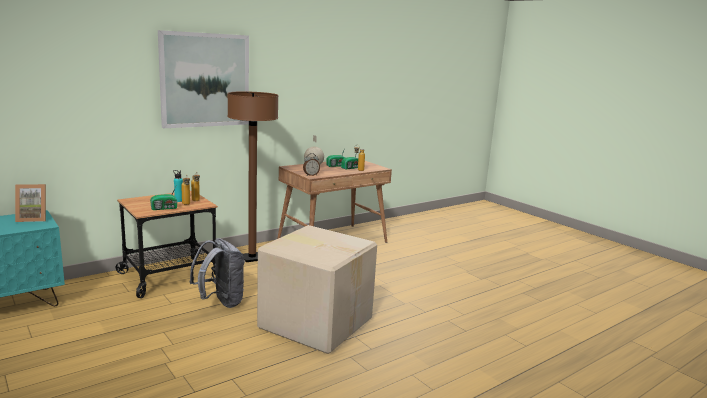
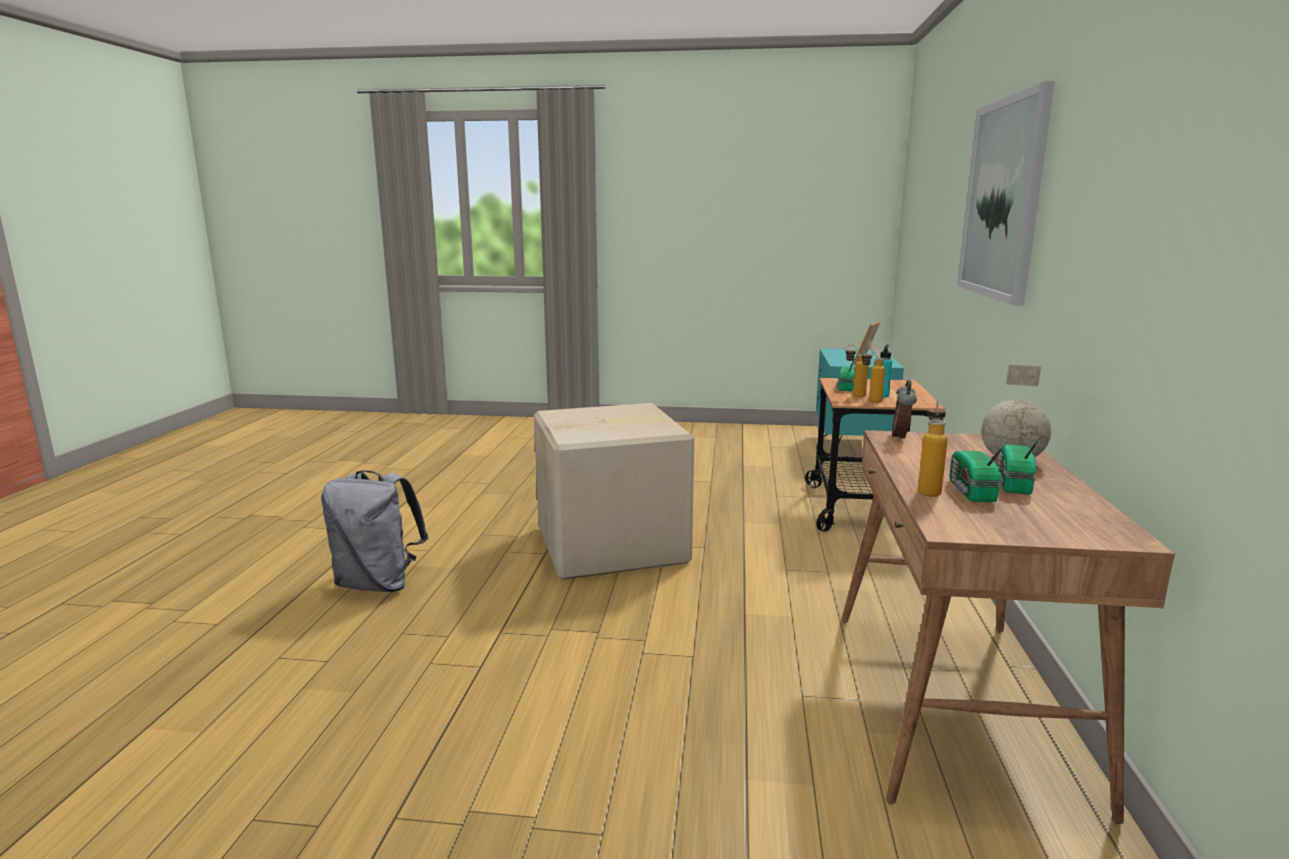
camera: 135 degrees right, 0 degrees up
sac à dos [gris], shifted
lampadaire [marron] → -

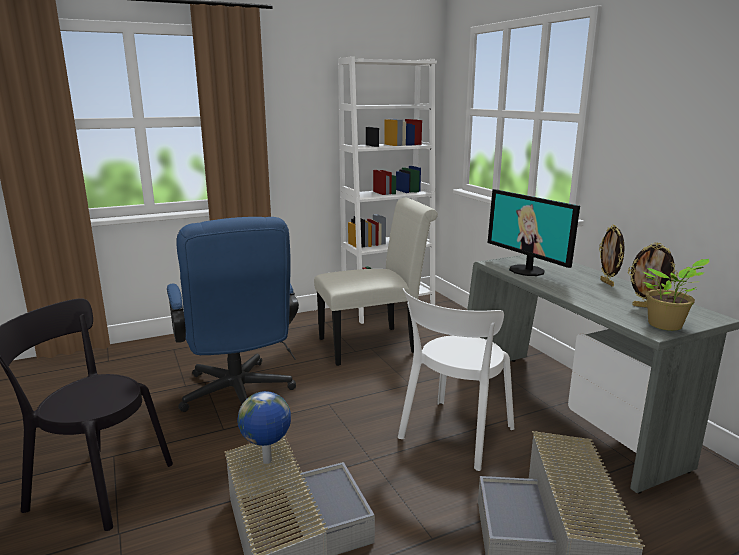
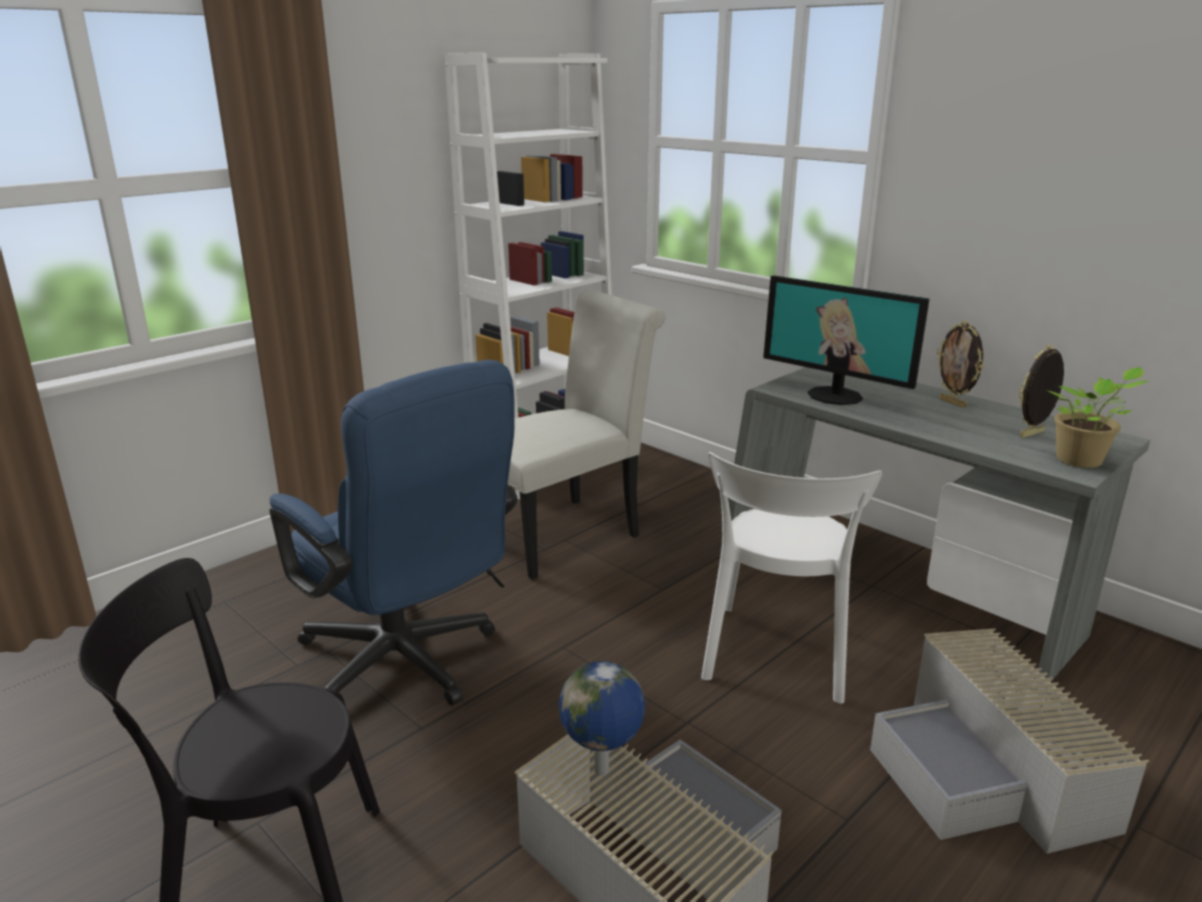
camera: 20 degrees left, 5 degrees up
cadre photo (no. 2 from left), 150 degrees clockwise

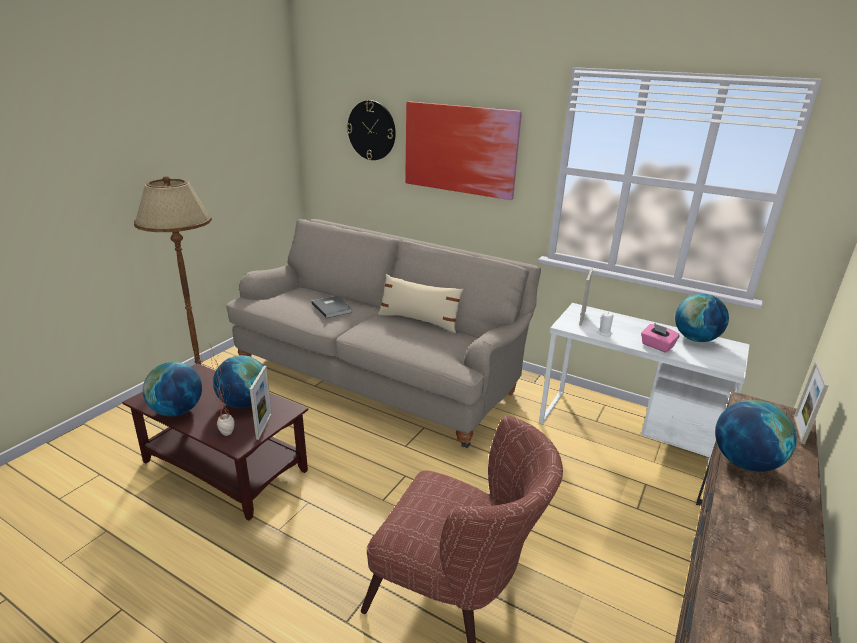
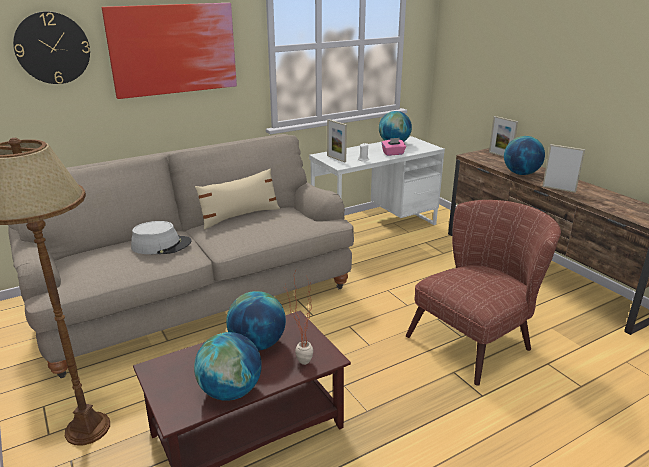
camera: 60 degrees left, 0 degrees up
livre [gris] → chapeau [gris]
cadre photo (no. 1 from left in the first image) → cadre photo (no. 3 from left), shifted

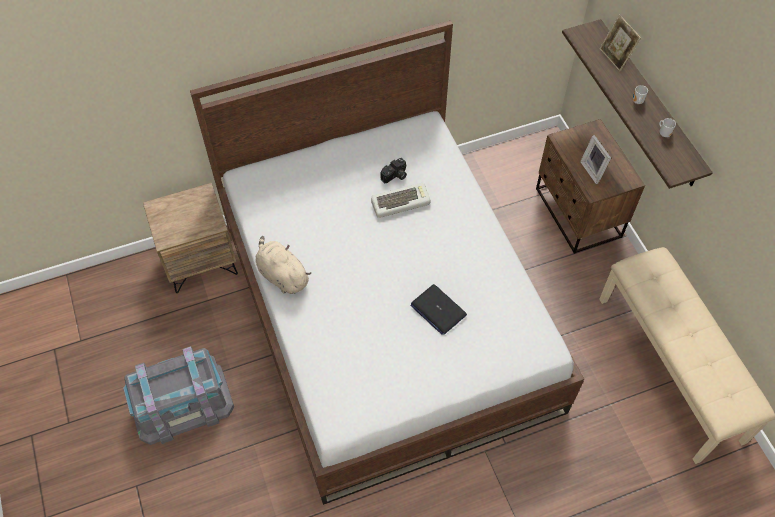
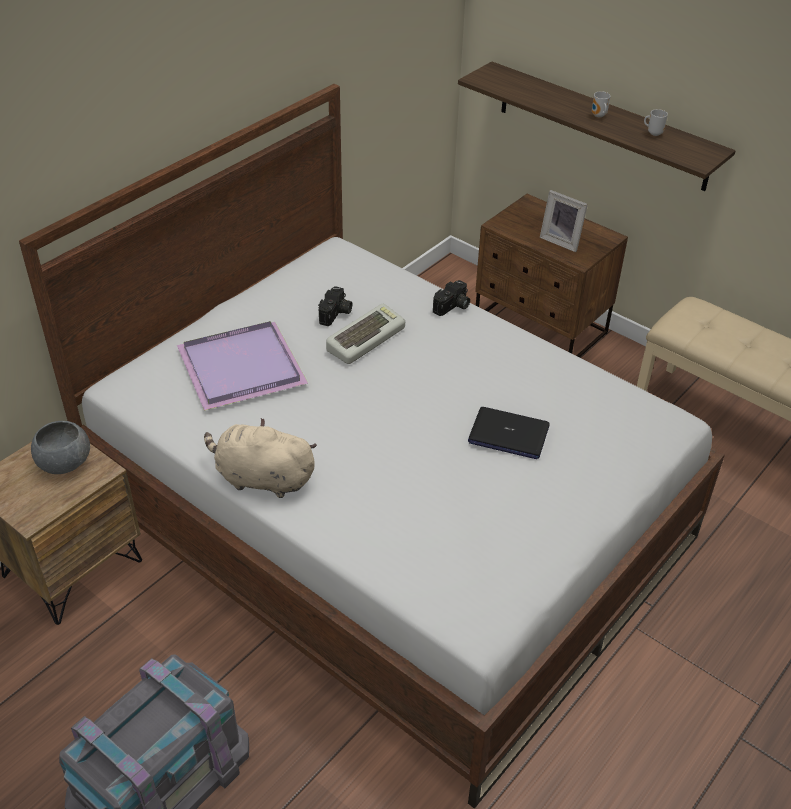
camera: 30 degrees left, 15 degrees down
- → bol [gris]
- → plateau [violet]
- → appareil photo (no. 2 from left)
cadre photo (no. 2 from left) → -

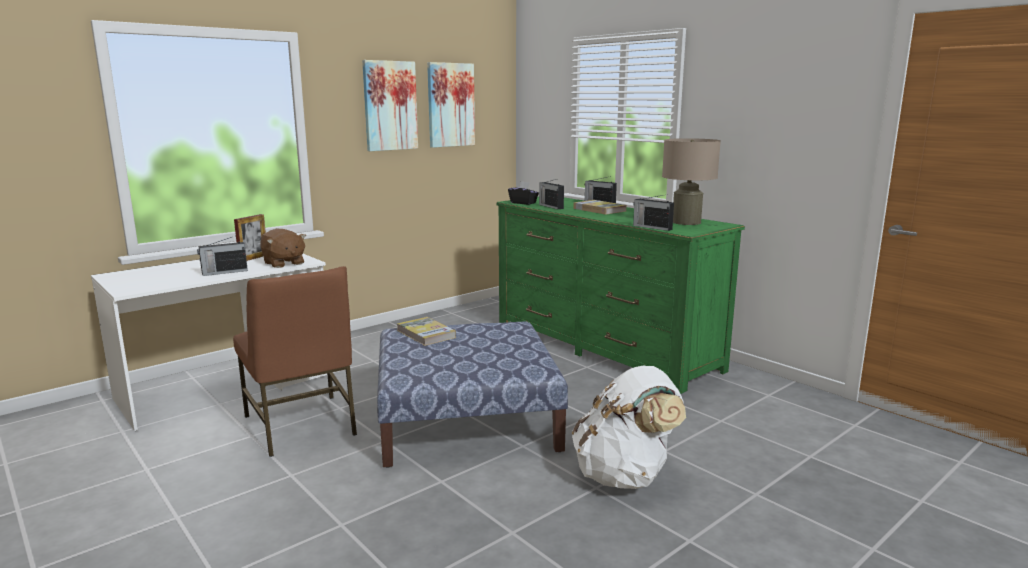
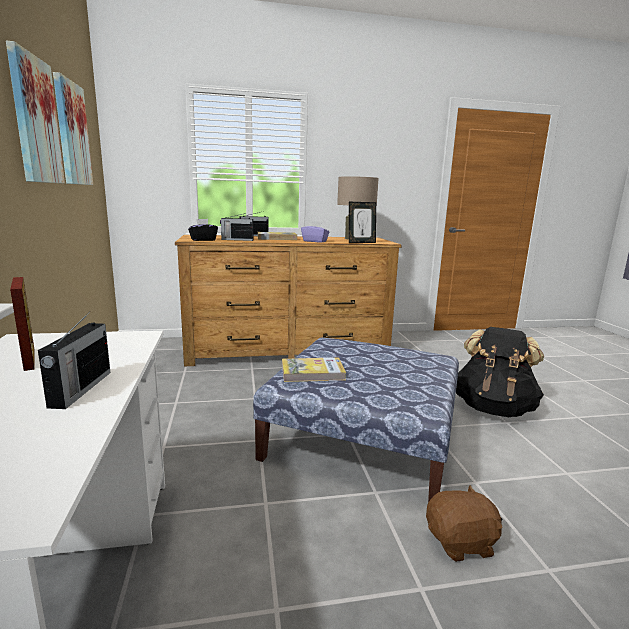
camera: 60 degrees left, 0 degrees up
commode [vert] → commode [marron]
- → boîte à mouchoirs [violet]
radio (no. 4 from left) → cadre photo (no. 2 from left)
peluche [marron], shifted
sac à dos [blanc] → sac à dos [noir]
chaise [marron] → -

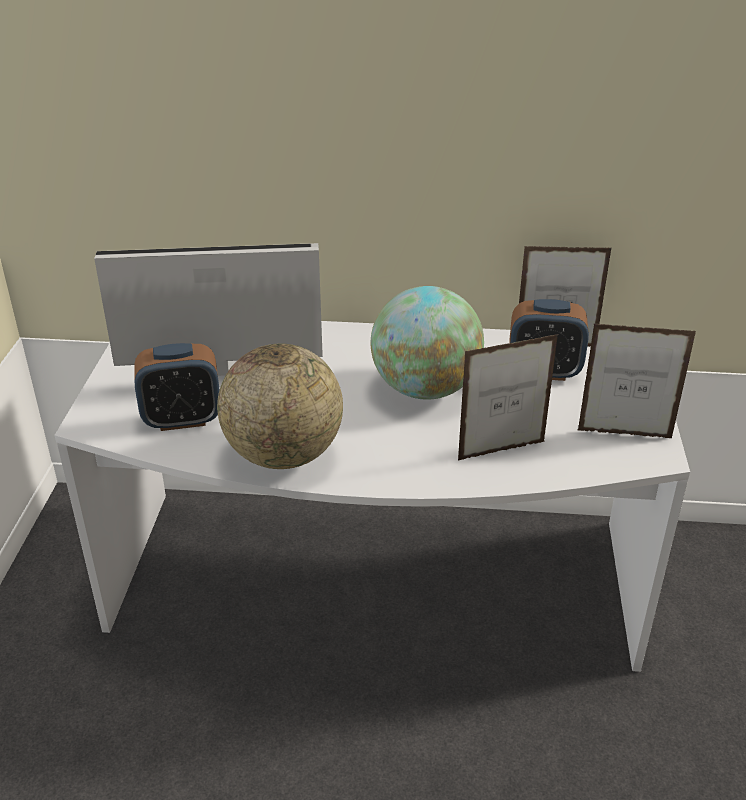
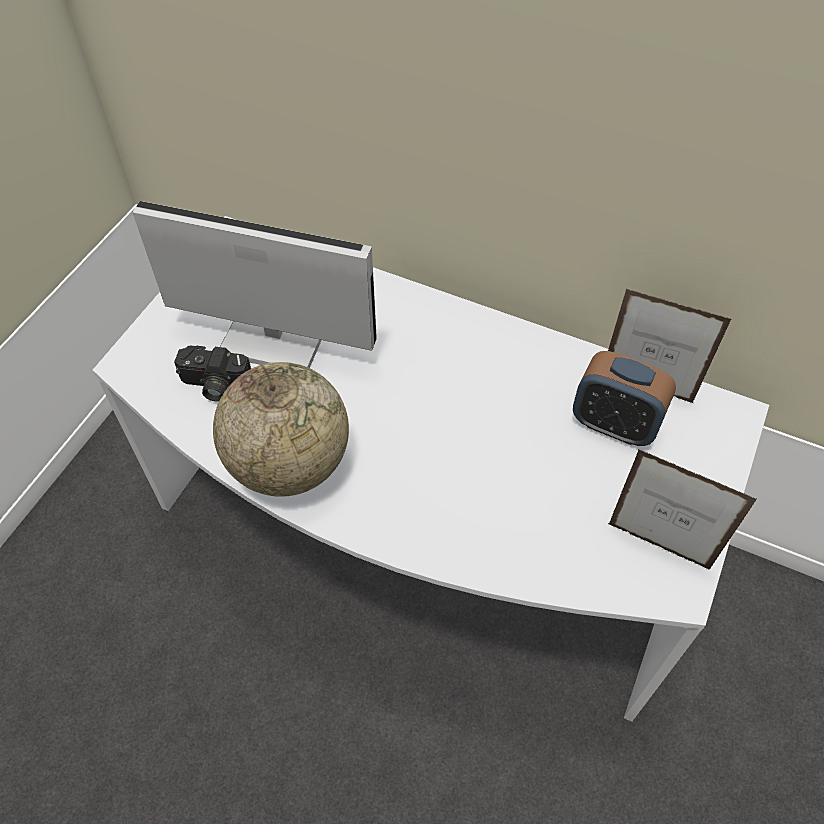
camera: 20 degrees right, 20 degrees up
réveil (no. 1 from left) → appareil photo
globe (no. 2 from left) → -
cadre photo (no. 1 from left) → -

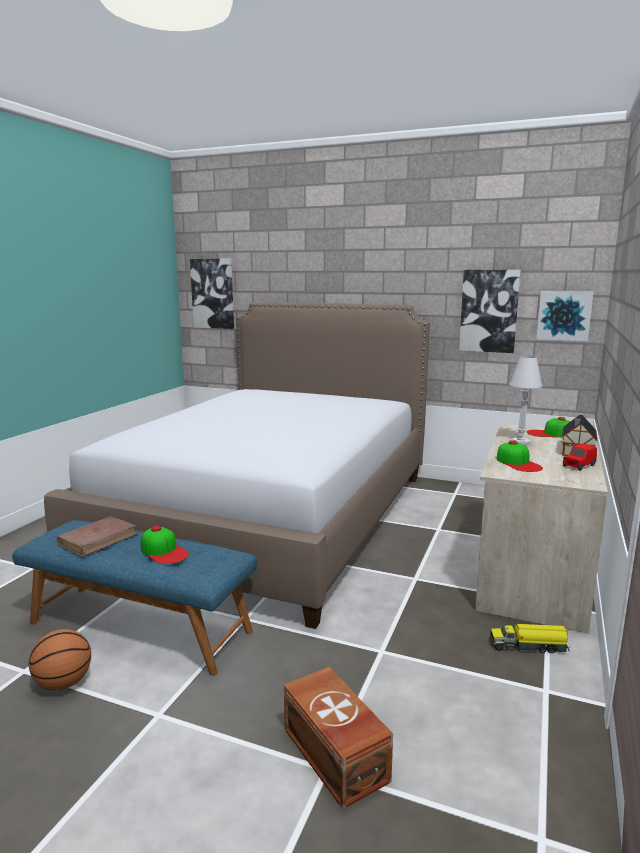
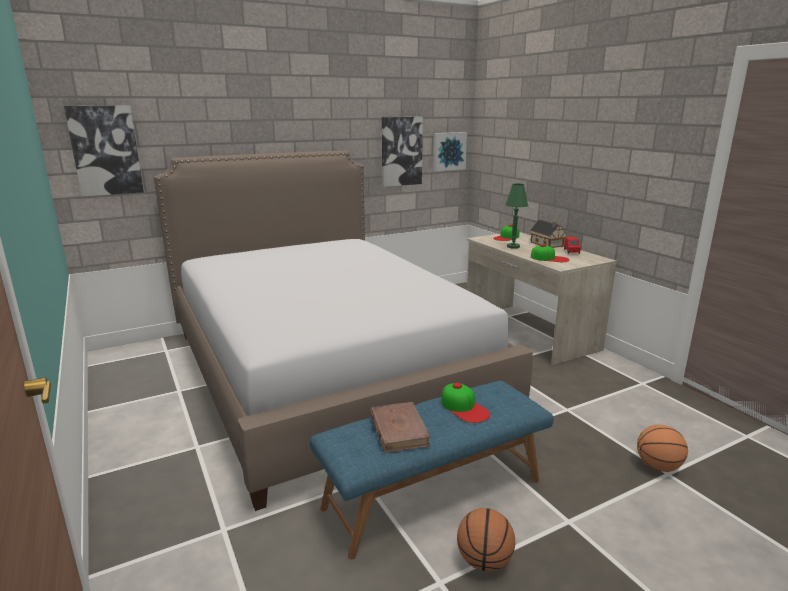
camera: 50 degrees left, 5 degrees up
casquette (no. 1 from left), 60 degrees clockwise
lampe de table [blanc] → lampe de table [vert]
boîte de rangement [marron] → ballon de basket (no. 2 from left)
camion jouet → -

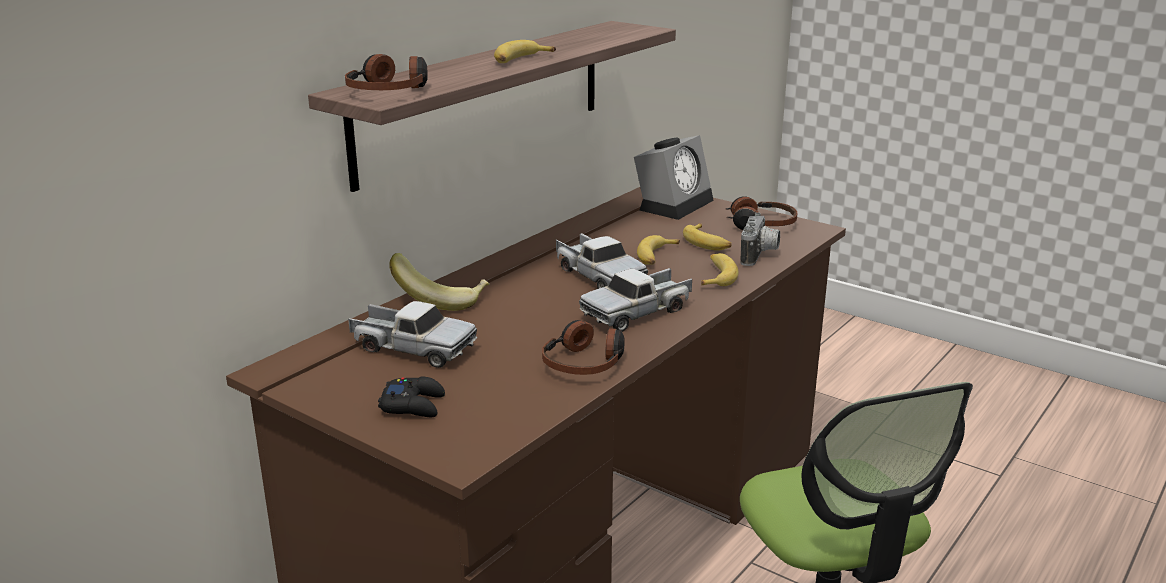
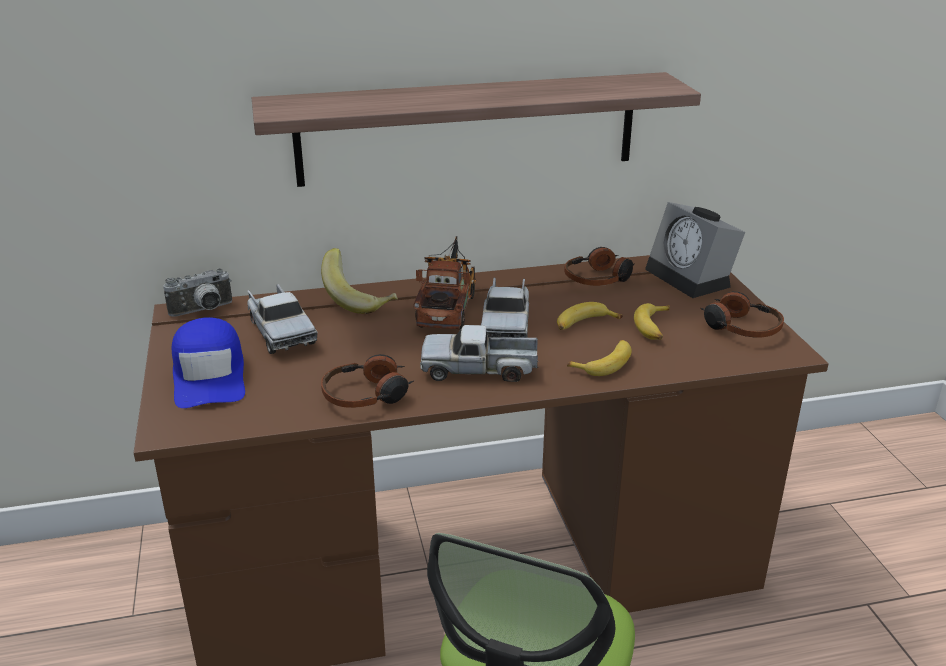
camera: 40 degrees right, 5 degrees up
appareil photo, shifted
manette [noir] → casquette [bleu]
- → camion jouet (no. 2 from left)
casque audio (no. 1 from left in the first image) → casque audio (no. 2 from left), shifted
réveil, 75 degrees clockwise
banane (no. 2 from left) → -

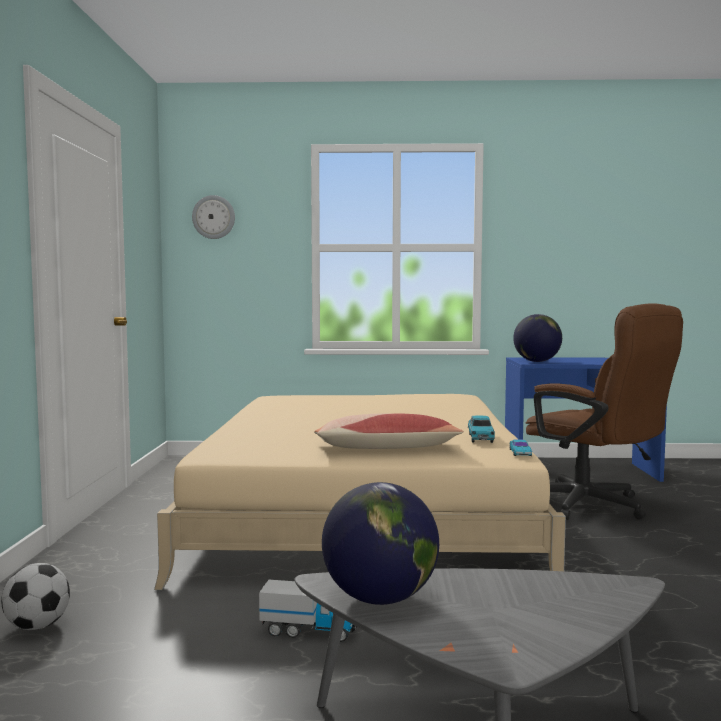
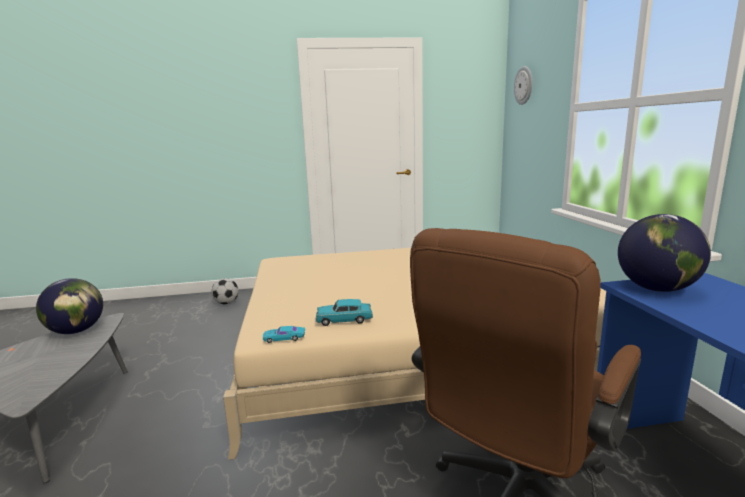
camera: 80 degrees right, 10 degrees up
camion jouet → -
coussin → -

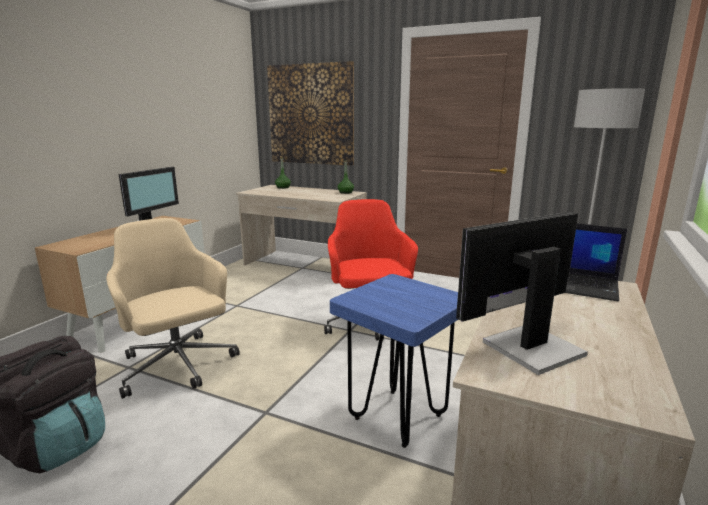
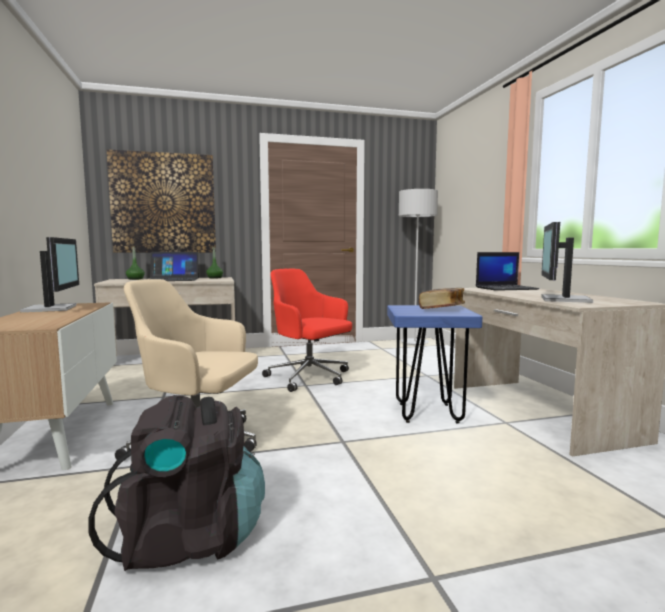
camera: 40 degrees left, 10 degrees down
- → ordinateur portable (no. 1 from left)
- → livre

